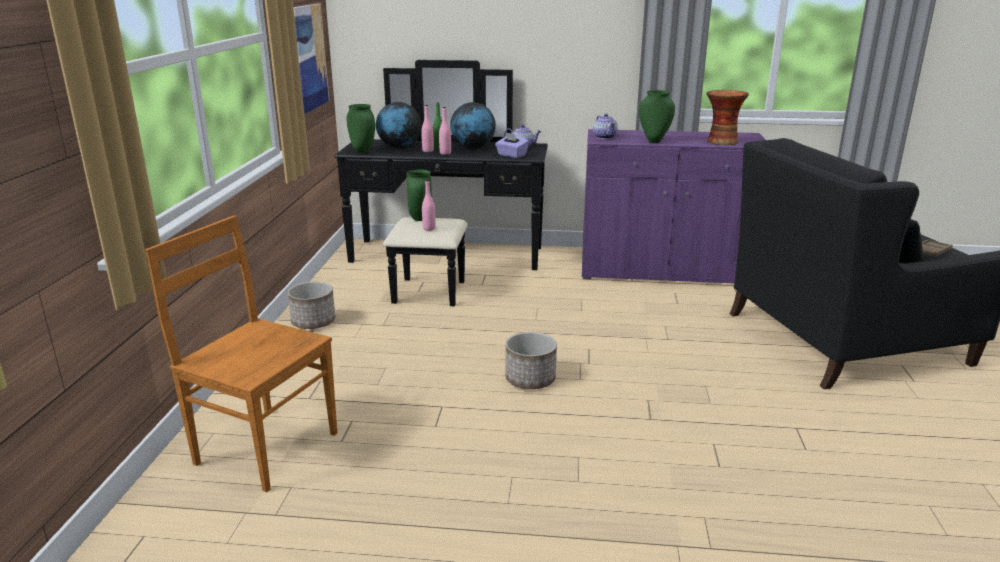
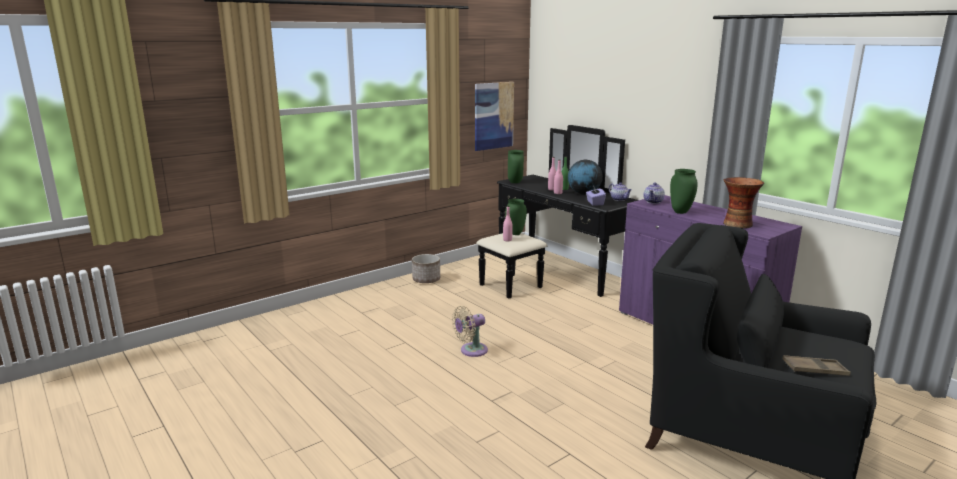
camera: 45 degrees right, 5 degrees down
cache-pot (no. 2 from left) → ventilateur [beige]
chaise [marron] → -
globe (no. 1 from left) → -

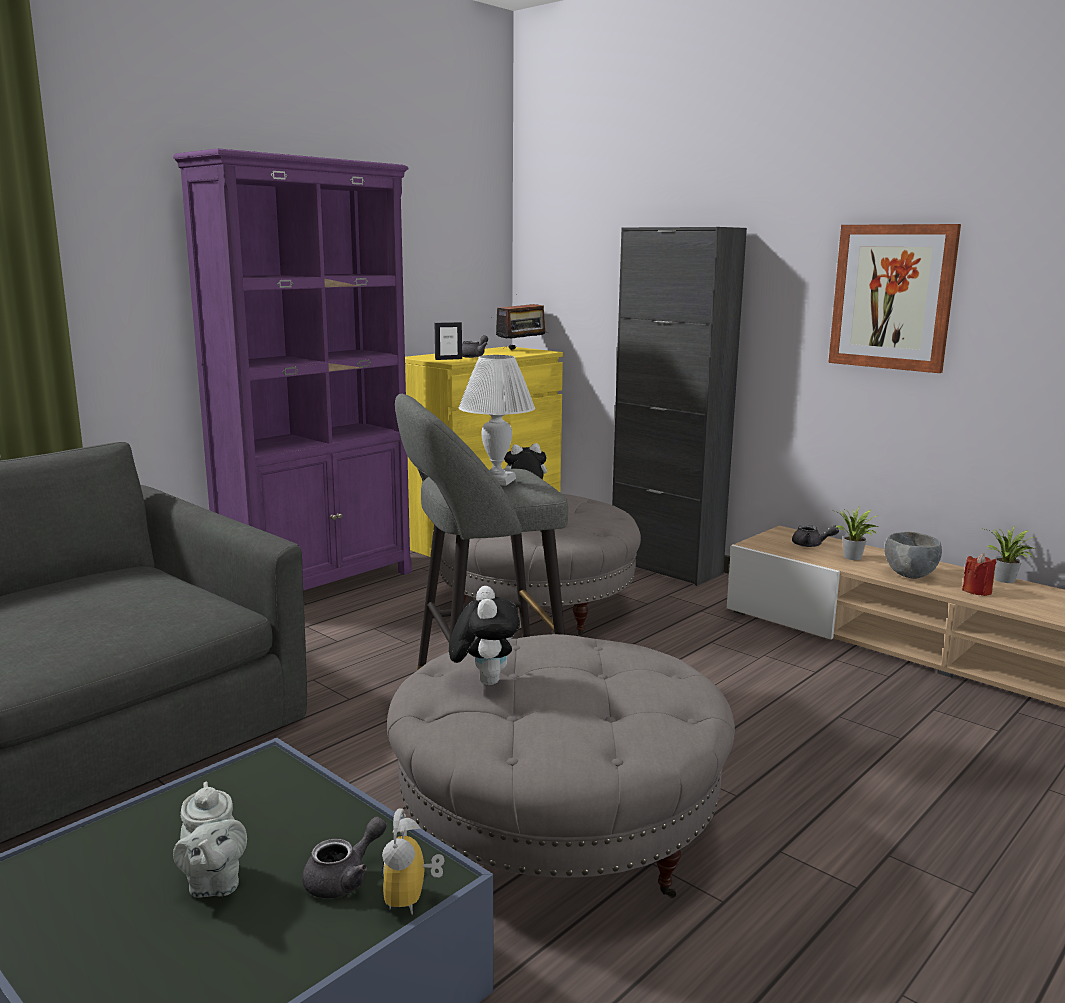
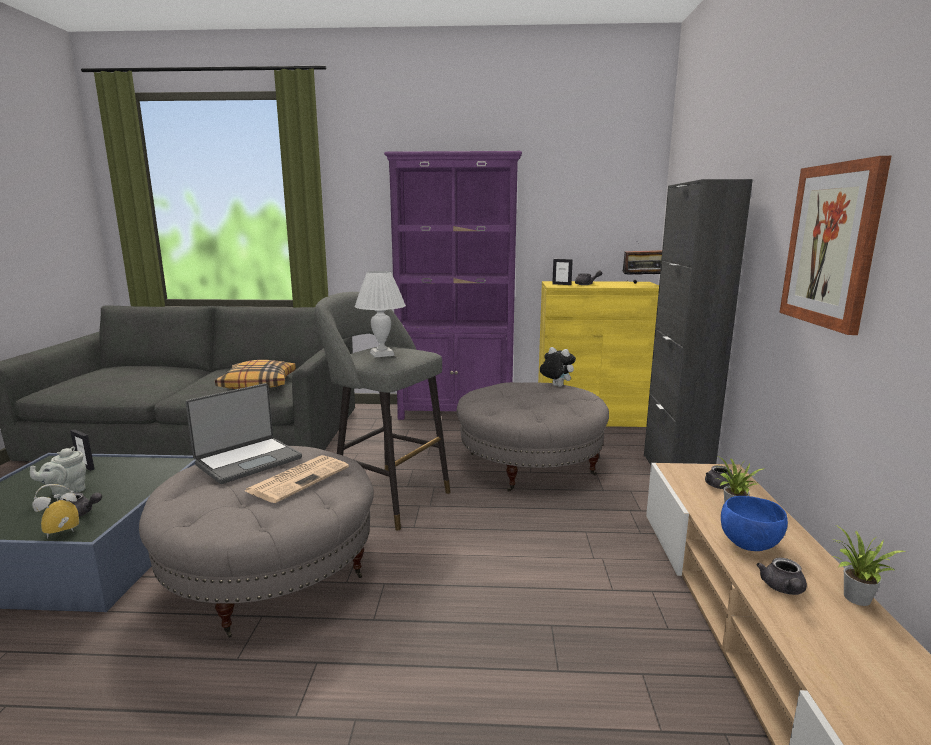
camera: 50 degrees right, 0 degrees up
- → cadre photo (no. 1 from left)
peluche (no. 1 from left) → ordinateur portable
- → coussin
- → journal
bol [gris] → bol [bleu]
bougie [rouge] → théière [gris] (no. 5 from left)

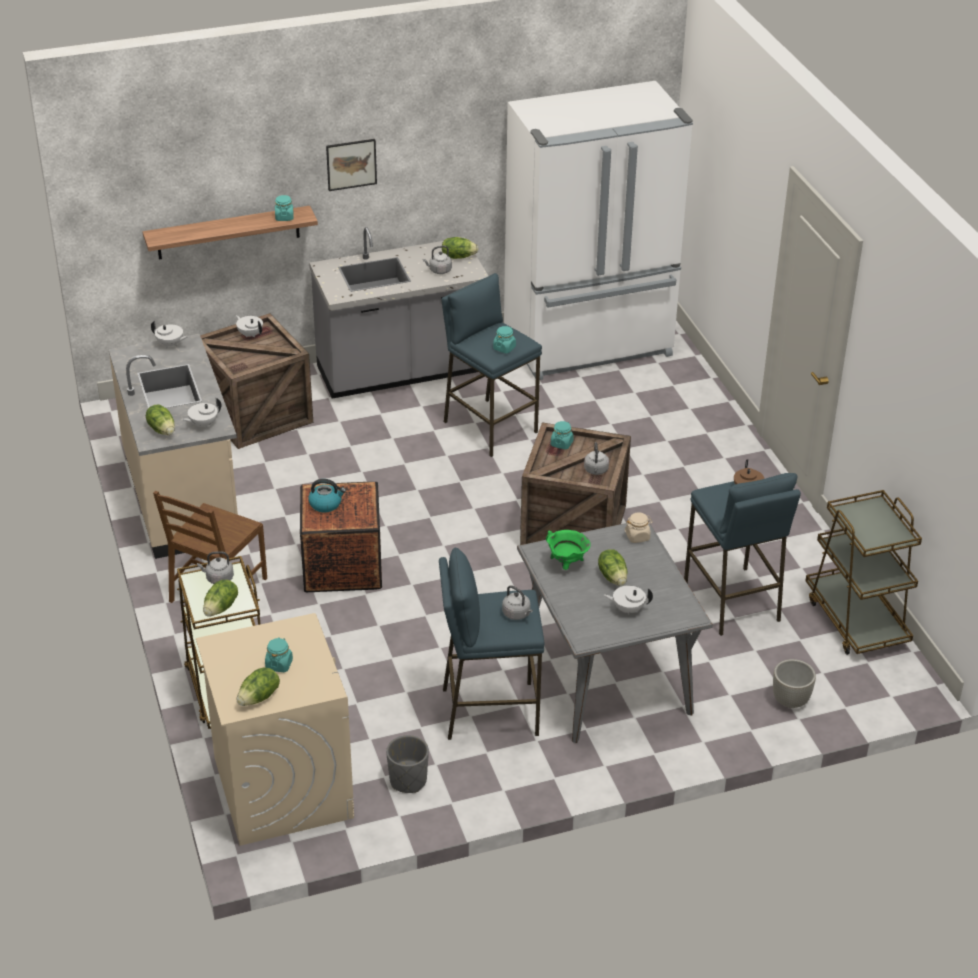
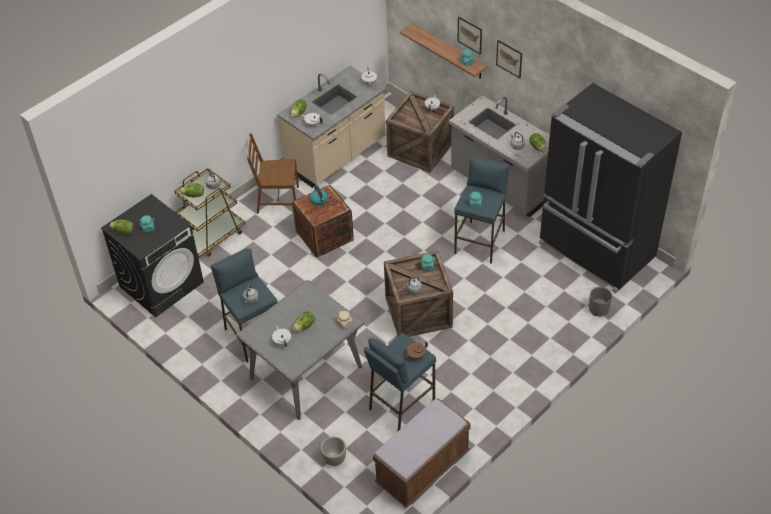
camera: 65 degrees right, 10 degrees up
lave-linge [beige] → lave-linge [noir]
chariot [marron] (no. 2 from left) → banc [marron]
- → tableau (no. 1 from left)
réfrigérateur [blanc] → réfrigérateur [noir]
cache-pot [gris] (no. 1 from left in the first image) → cache-pot [gris] (no. 2 from left), shifted
marmite [vert] → -

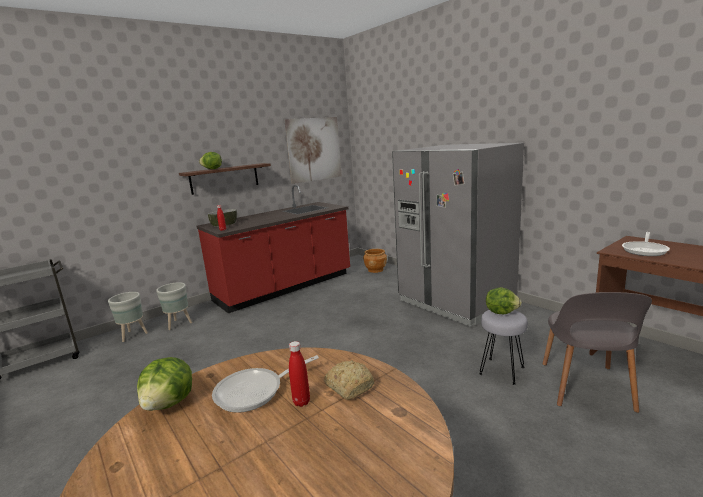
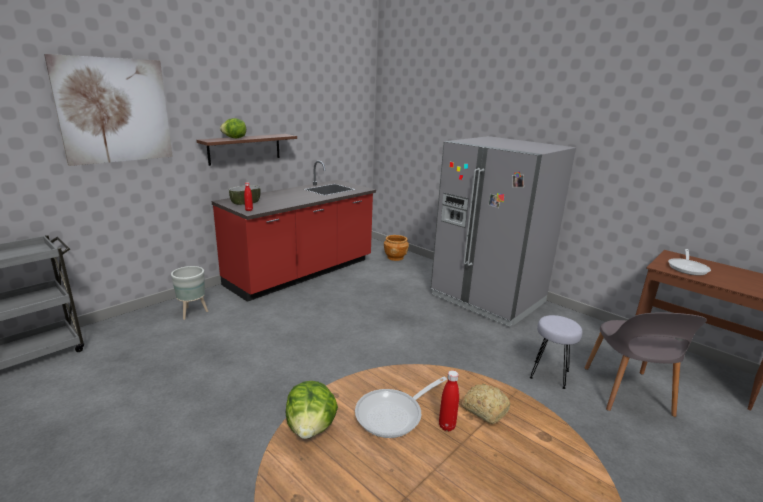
camera: 10 degrees left, 5 degrees up
tableau, shifted
cache-pot [gris] (no. 1 from left) → -
laitue (no. 3 from left) → -

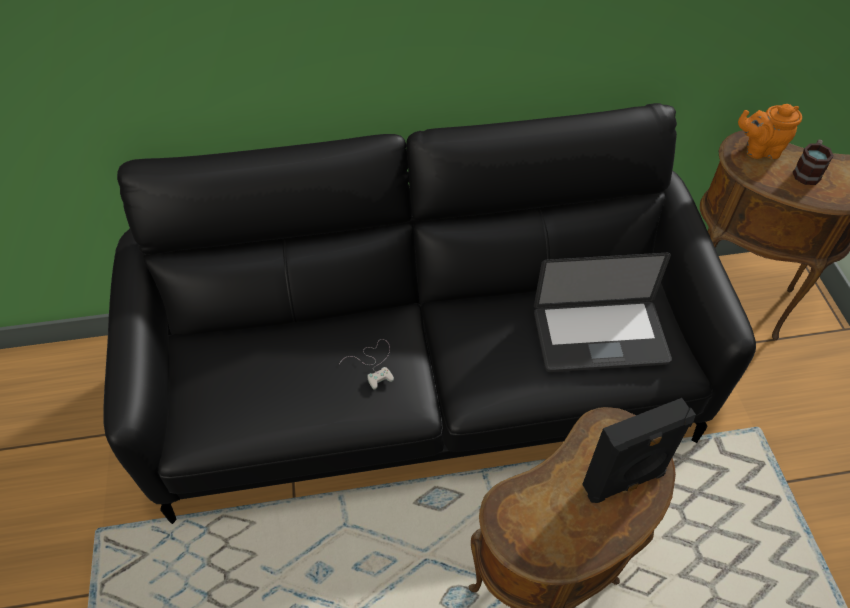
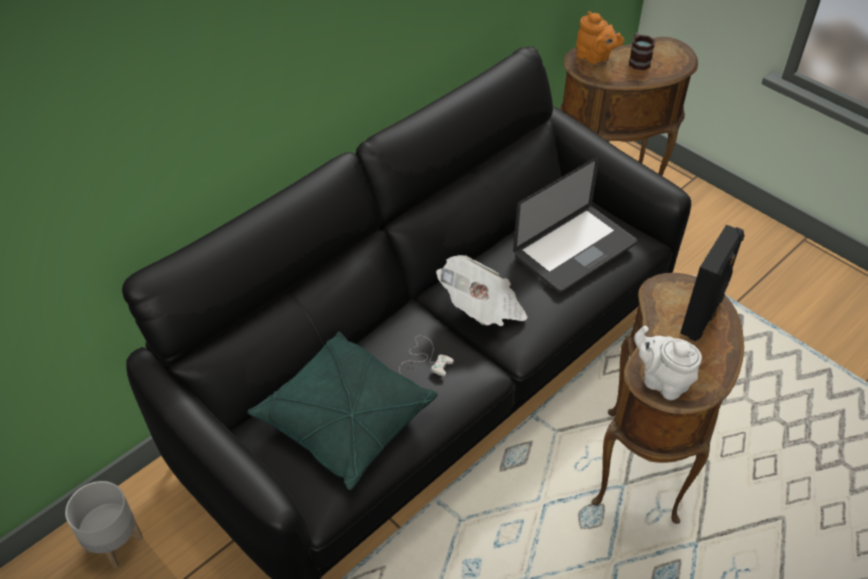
camera: 35 degrees left, 5 degrees down
- → cache-pot [gris]
- → coussin [vert]
- → journal
théière [orange], 105 degrees counterclockwise
- → théière [blanc]

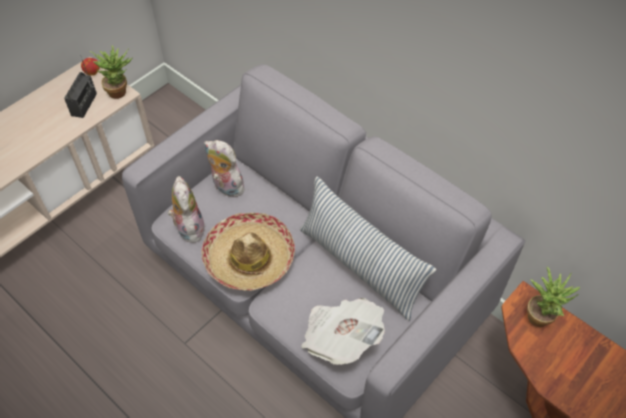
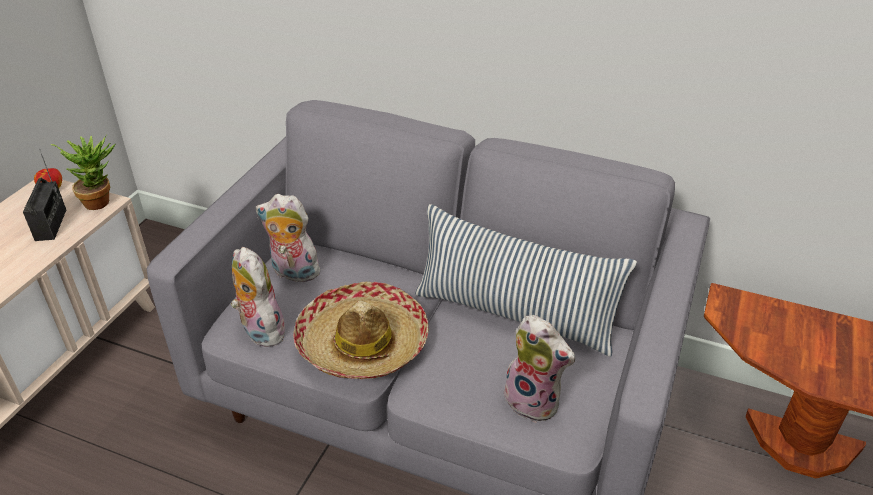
camera: 20 degrees left, 15 degrees down
journal → peluche (no. 3 from left)
plante en pot (no. 2 from left) → -

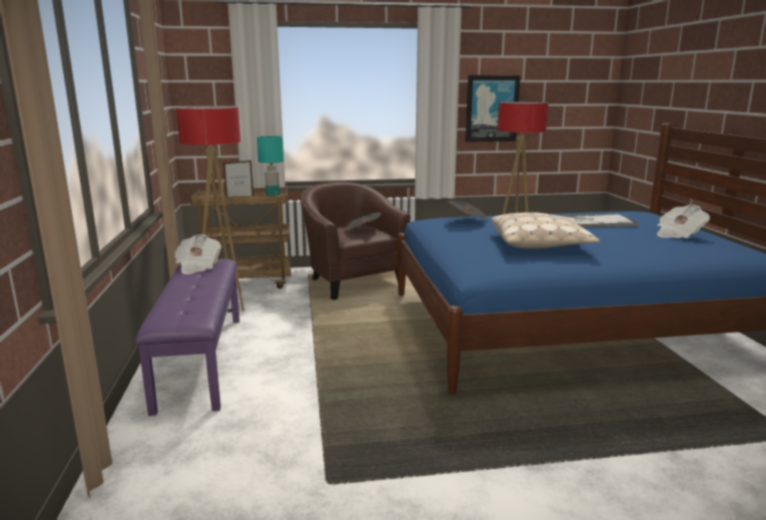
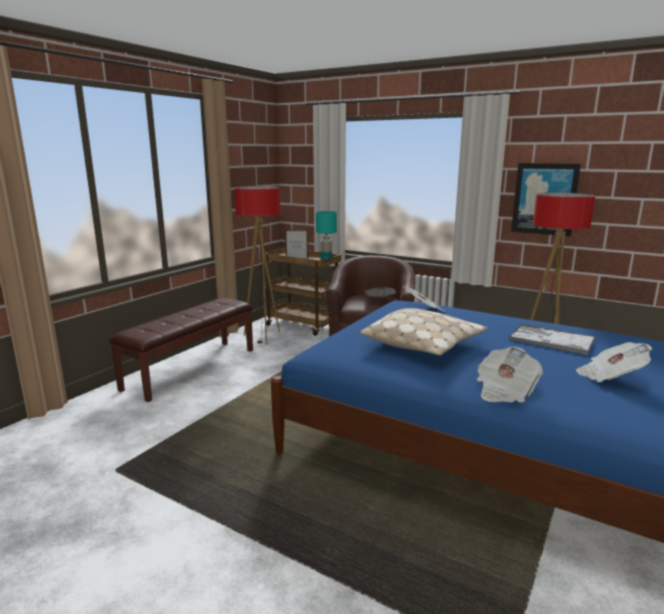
camera: 40 degrees right, 0 degrees up
banc [violet] → banc [marron]
journal (no. 1 from left in the first image) → journal (no. 3 from left), shifted

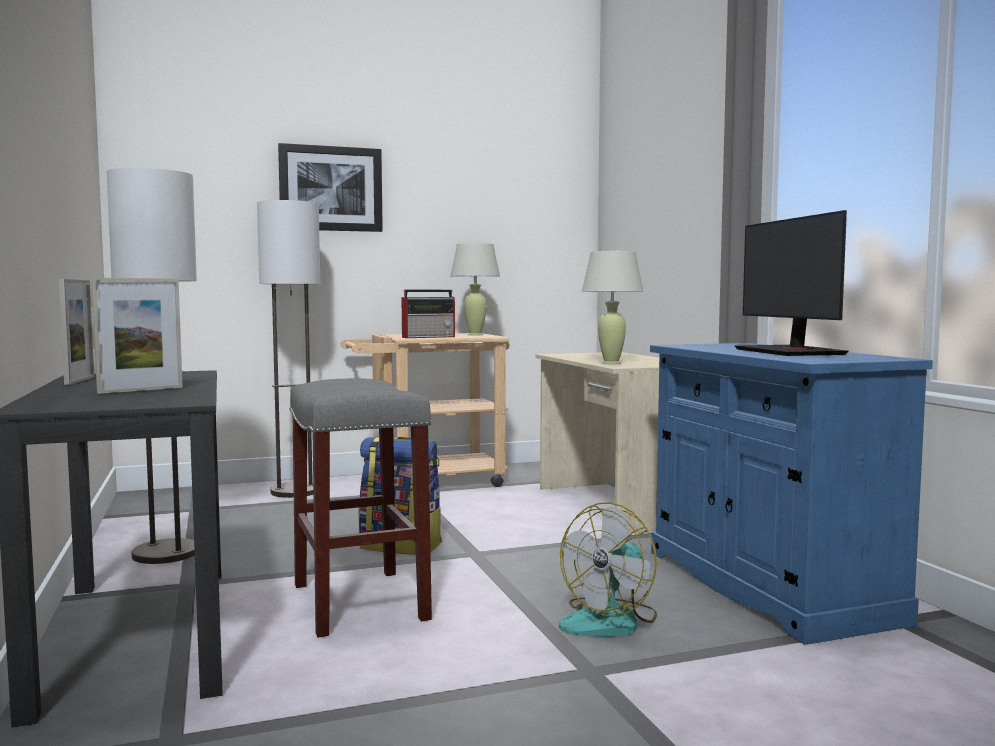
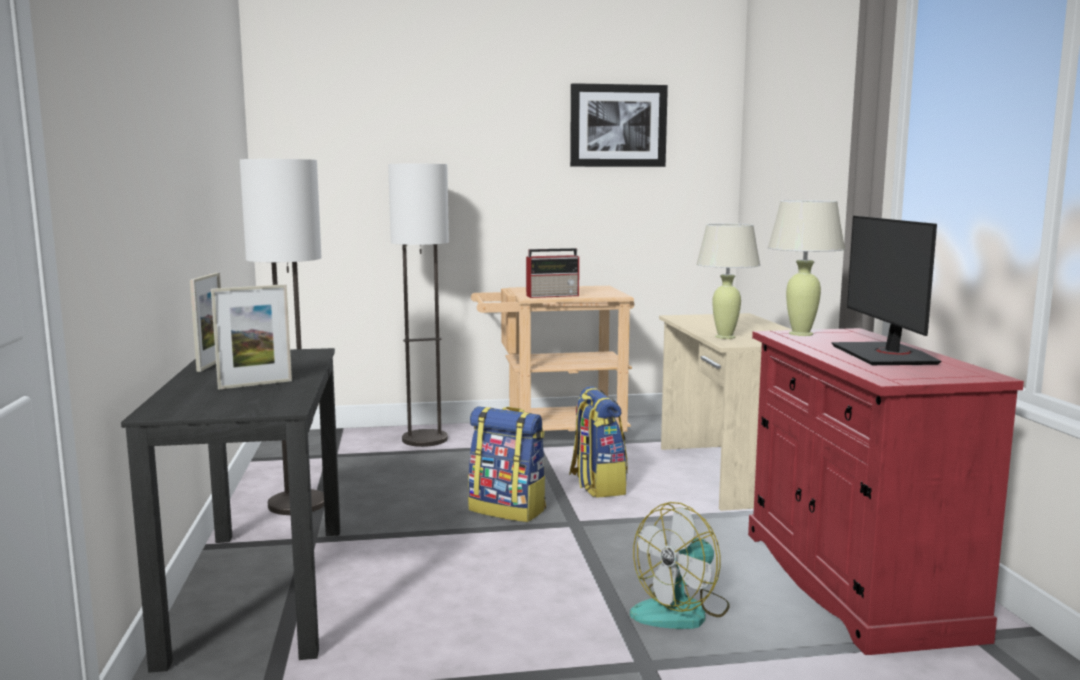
camera: 10 degrees right, 5 degrees up
- → sac à dos (no. 2 from left)
tableau, shifted
meuble de rangement [bleu] → meuble de rangement [rouge]
lampe de table [beige] (no. 1 from left in the first image) → lampe de table [beige] (no. 2 from left), shifted
tabouret [gris] → -

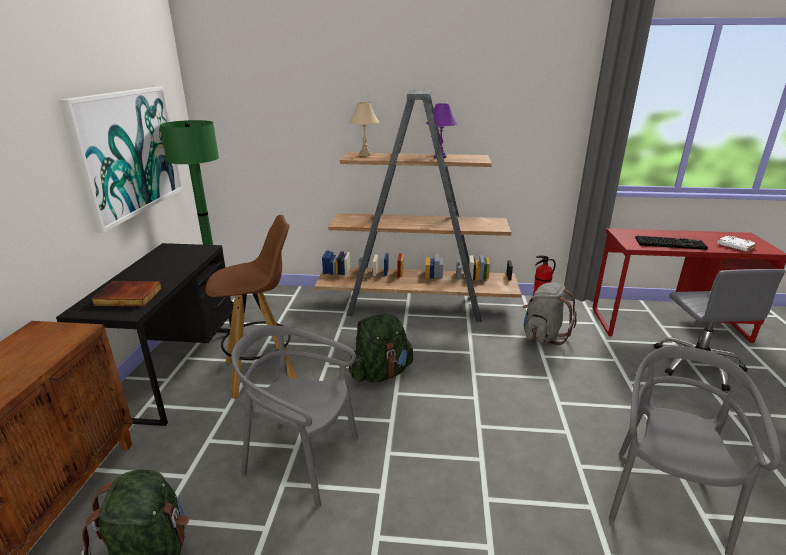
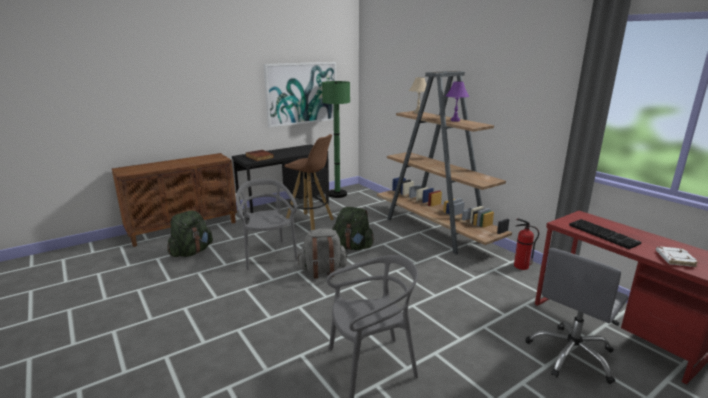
camera: 50 degrees right, 5 degrees down
sac à dos [gris], shifted

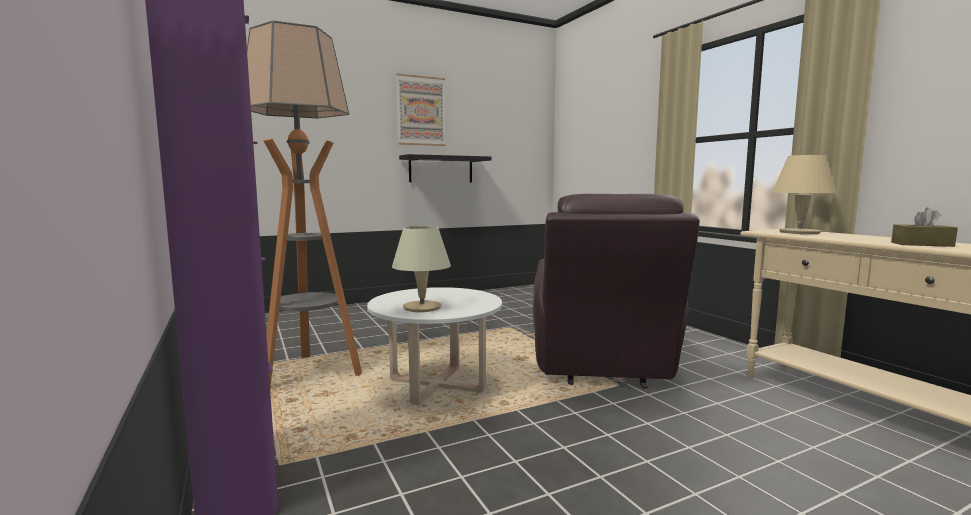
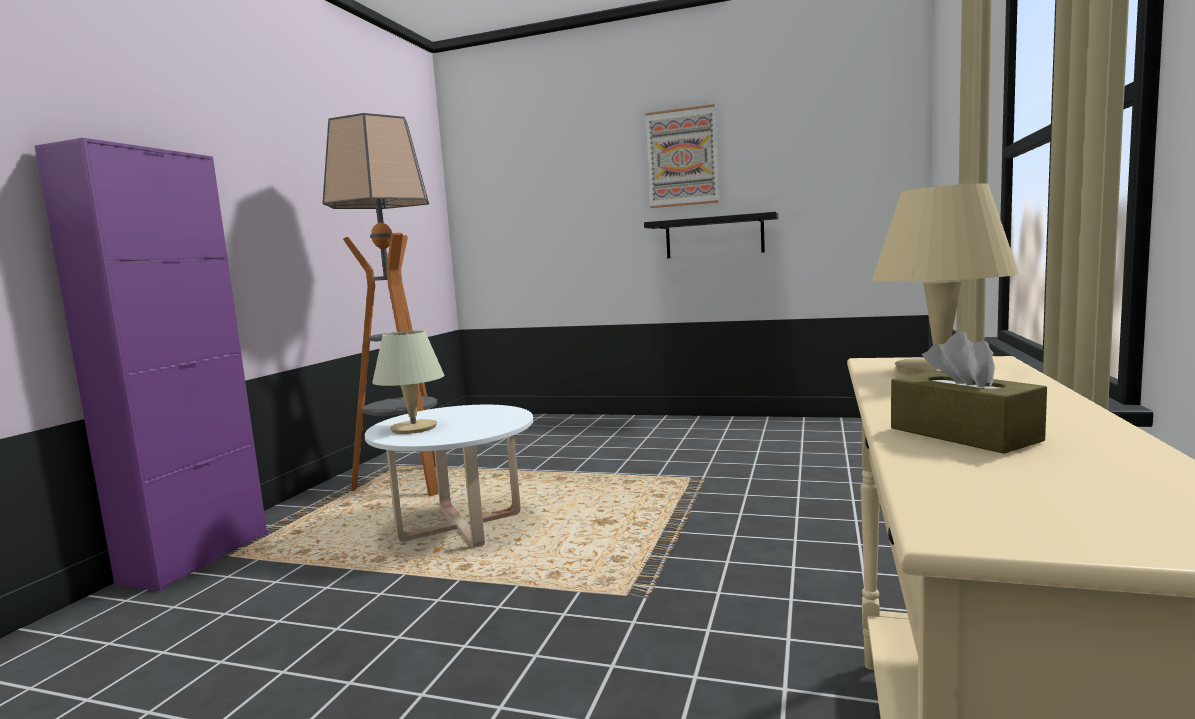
camera: 45 degrees right, 0 degrees up
fauteuil [marron] → -

